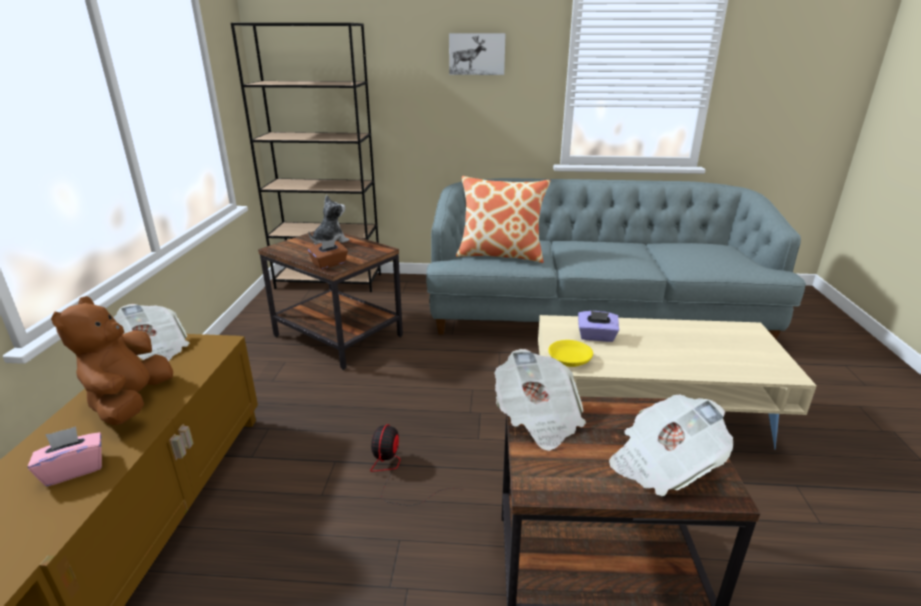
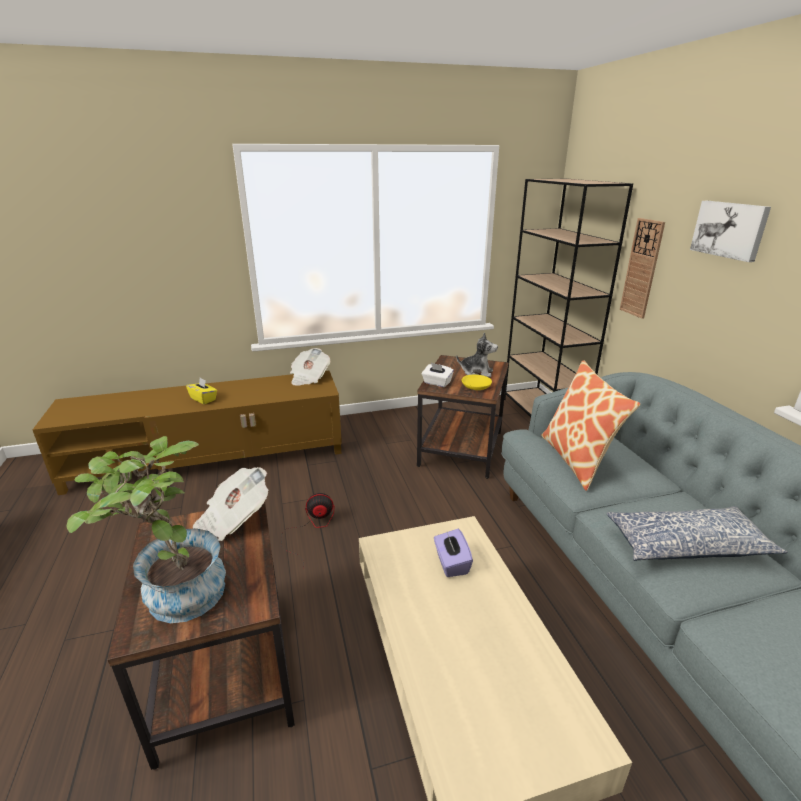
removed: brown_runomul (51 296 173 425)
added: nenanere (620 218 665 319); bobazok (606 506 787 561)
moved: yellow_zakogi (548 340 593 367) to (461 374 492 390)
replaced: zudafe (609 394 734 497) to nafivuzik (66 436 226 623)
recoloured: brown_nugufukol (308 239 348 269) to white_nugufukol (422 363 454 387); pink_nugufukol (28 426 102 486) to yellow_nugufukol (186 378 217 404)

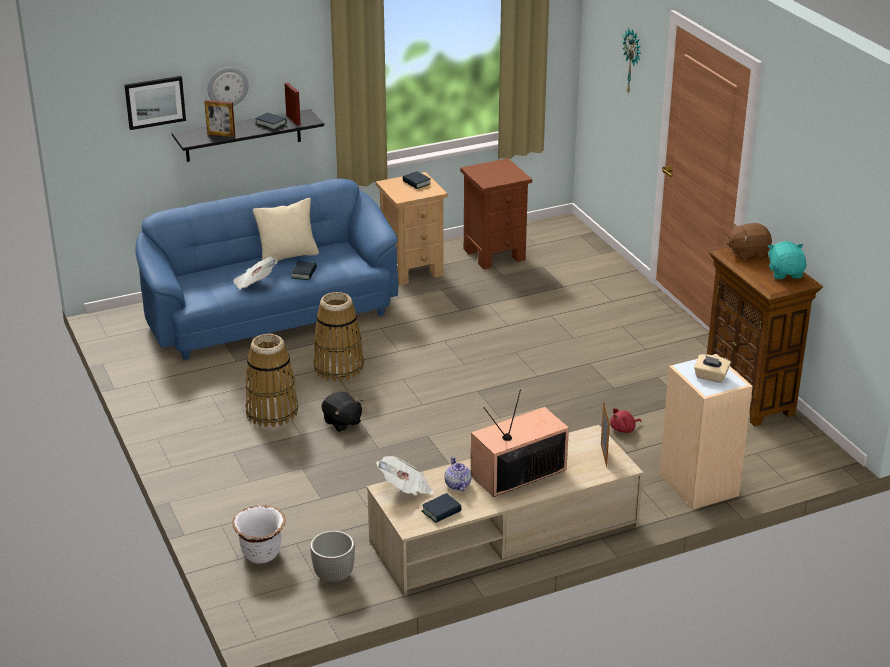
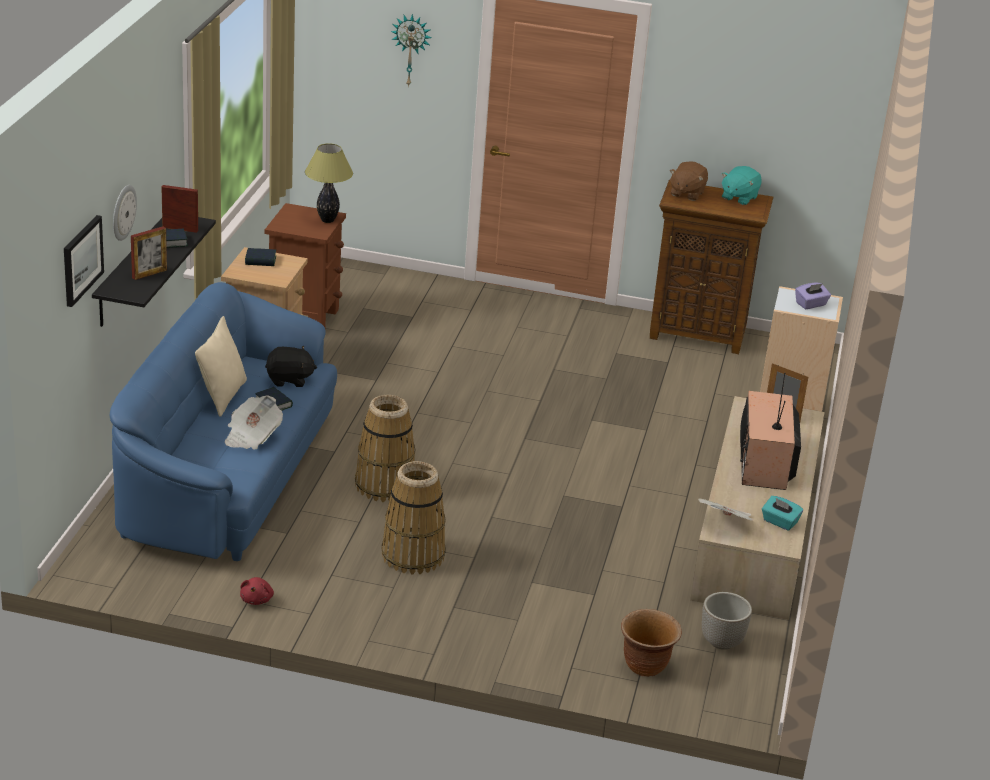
removed: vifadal (445 457 471 491)
added: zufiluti (305 143 353 223)
moved: black_runomul (321 392 363 432) to (265 346 317 387); red_runomul (610 408 641 433) to (240 577 274 605)
replaced: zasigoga (421 493 462 523) to turquoise_nugufukol (762 496 803 531)
recoloured: beige_nugufukol (694 354 731 383) to purple_nugufukol (795 282 831 309); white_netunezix (232 505 286 564) to brown_netunezix (621 609 682 677)
turned: turquoise_runomul (768 241 806 279) = (722 166 762 205) 90 degrees counterclockwise

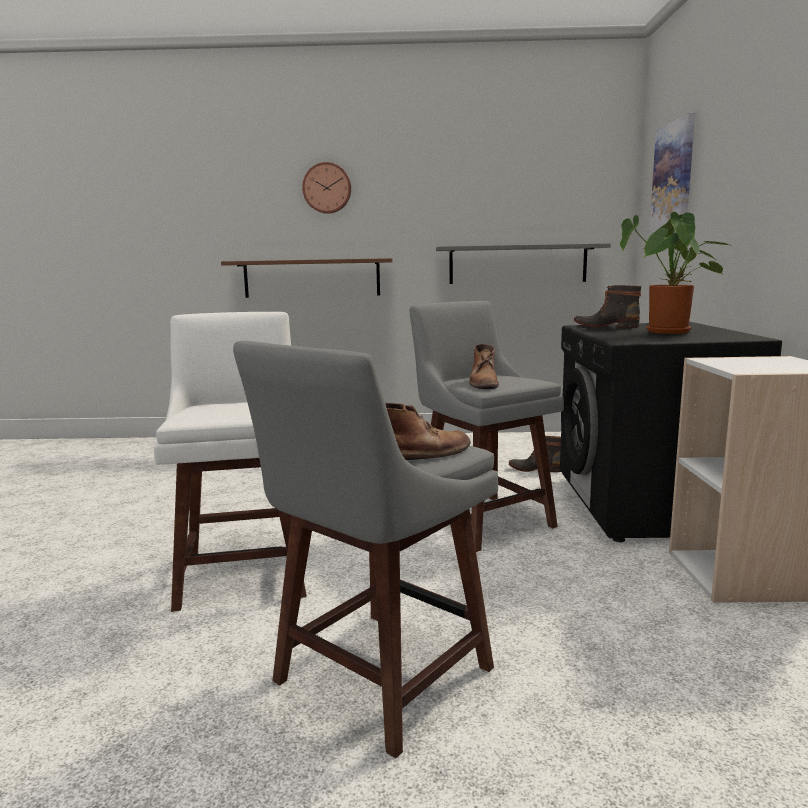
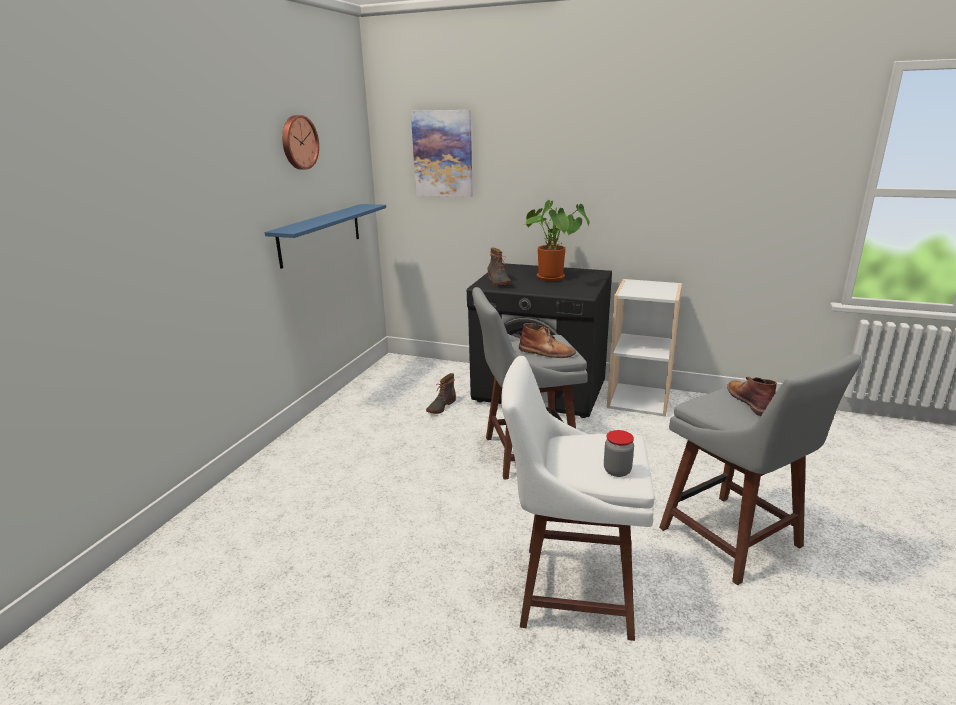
removed: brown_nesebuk (221 258 393 298)
added: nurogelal (604 430 634 477)
moved: nenanere (302 162 351 214) to (282 115 319 170)
recoloured: grey_nesebuk (436 243 611 284) to blue_nesebuk (265 204 386 269)
turned: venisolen (574 285 641 328) = (488 248 513 285) 60 degrees counterclockwise

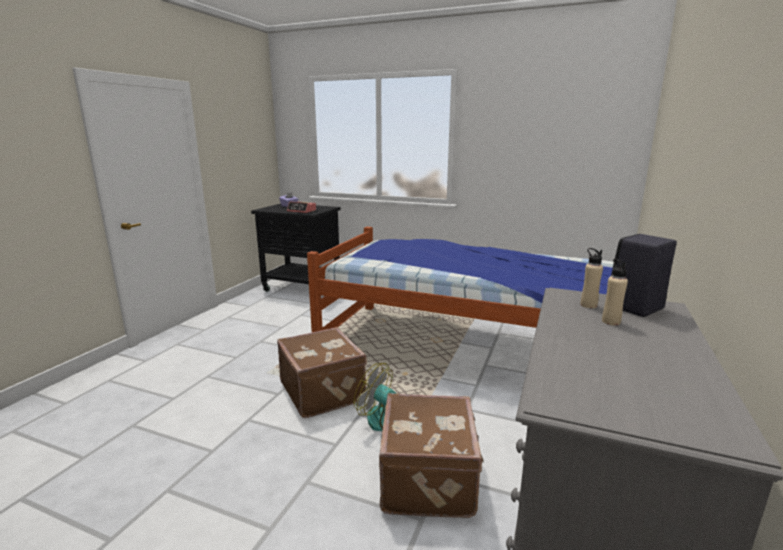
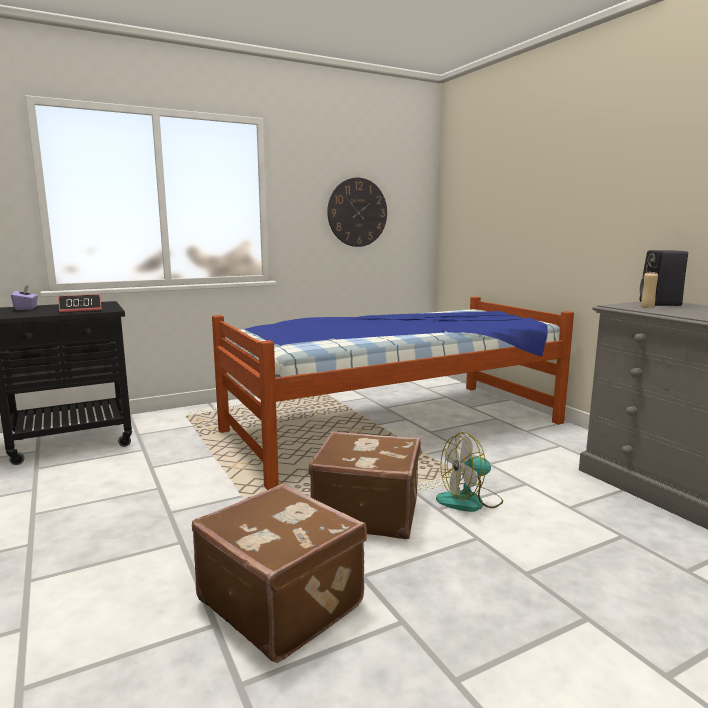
removed: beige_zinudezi (602 259 628 325)
added: nenanere (327 178 387 247)
moved: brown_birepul (379 393 484 518) to (192 483 367 663)

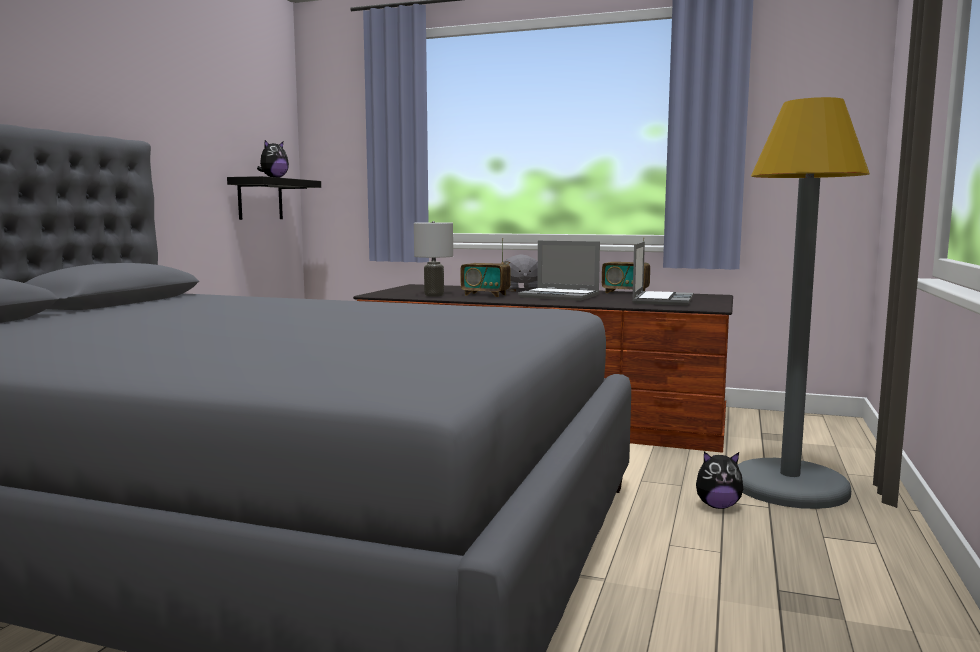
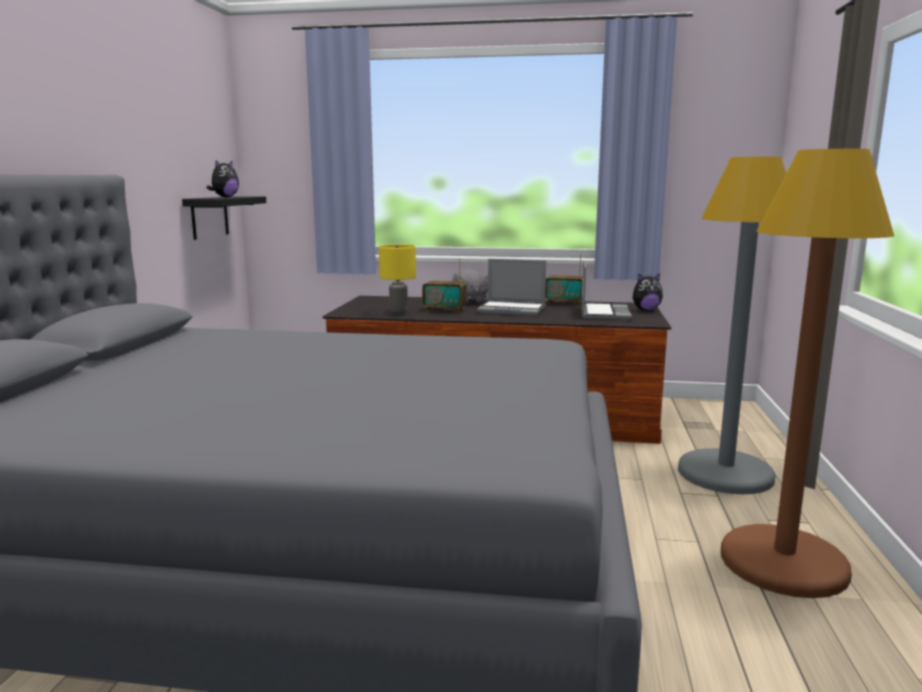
added: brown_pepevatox (721 149 894 598)
moved: runomul (696 452 743 509) to (633 273 663 311)
recoloured: white_zufiluti (414 221 453 297) to yellow_zufiluti (379 244 416 315)

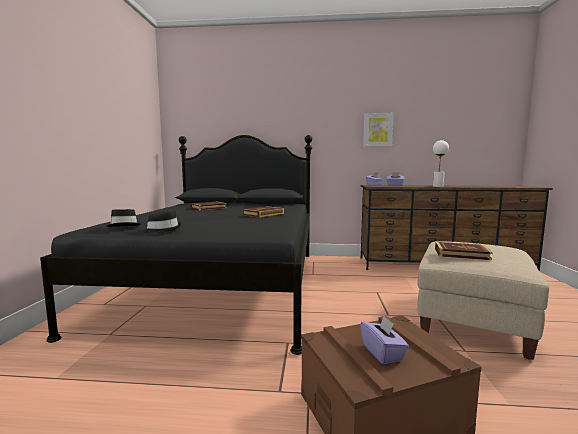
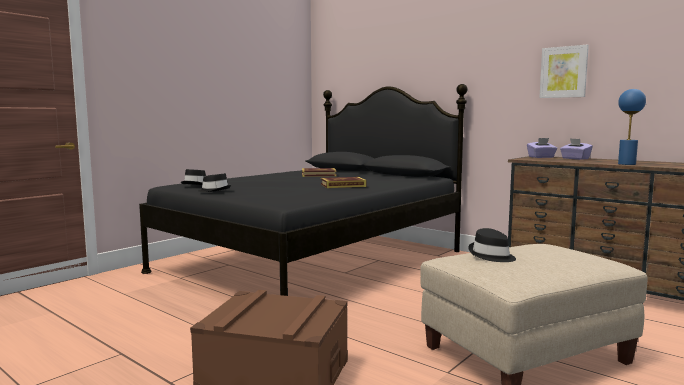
removed: purple_nugufukol (360 316 409 364)
replaced: zasigoga (435 242 493 260) to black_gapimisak (468 228 516 262)
recoloured: white_zufiluti (433 140 449 187) to blue_zufiluti (618 89 646 165)

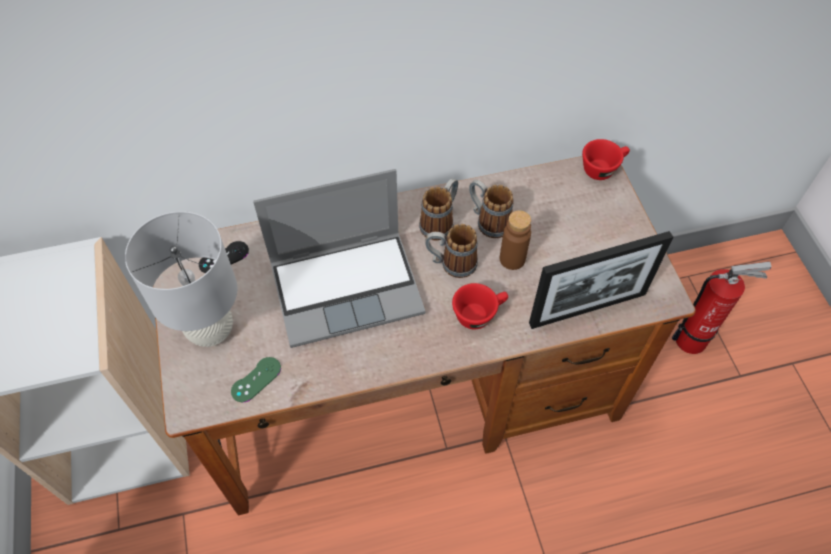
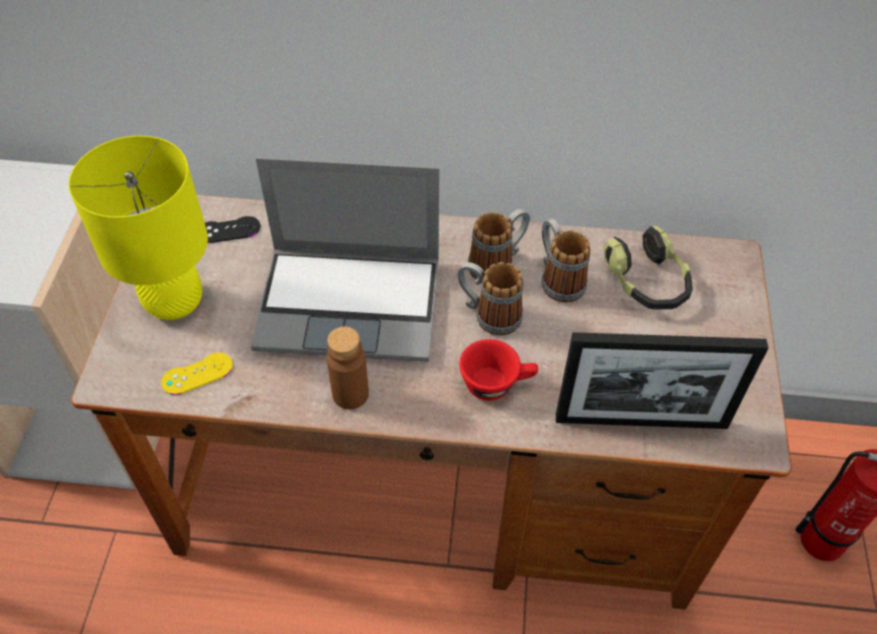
removed: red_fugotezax (582 139 630 180)
added: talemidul (604 226 693 310)
moved: brown_zinudezi (500 210 531 270) to (327 327 369 409)
recoloured: grey_zufiluti (125 211 237 347) to yellow_zufiluti (69 136 208 320); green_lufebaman (231 357 281 403) to yellow_lufebaman (161 353 233 395)

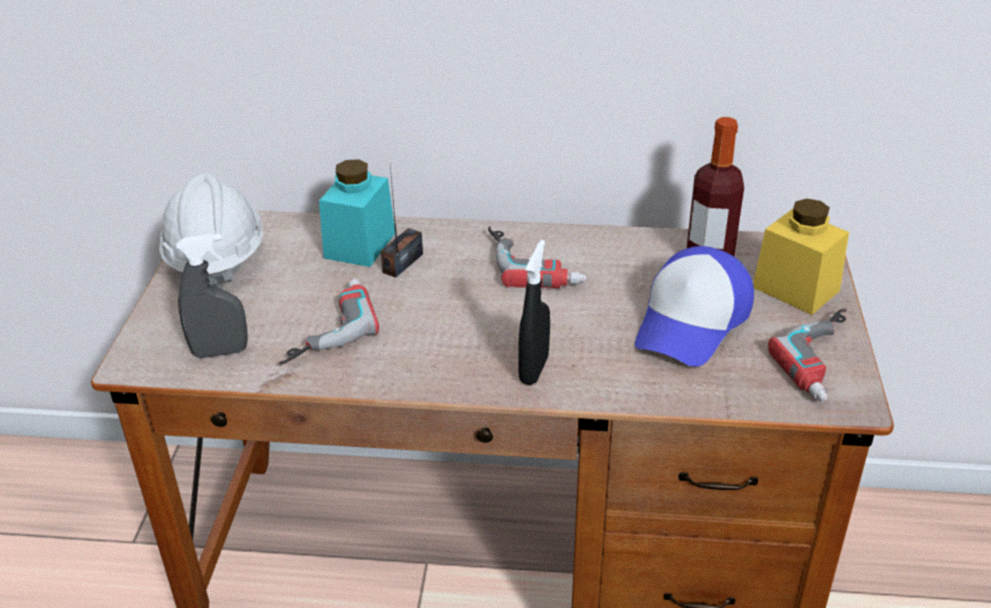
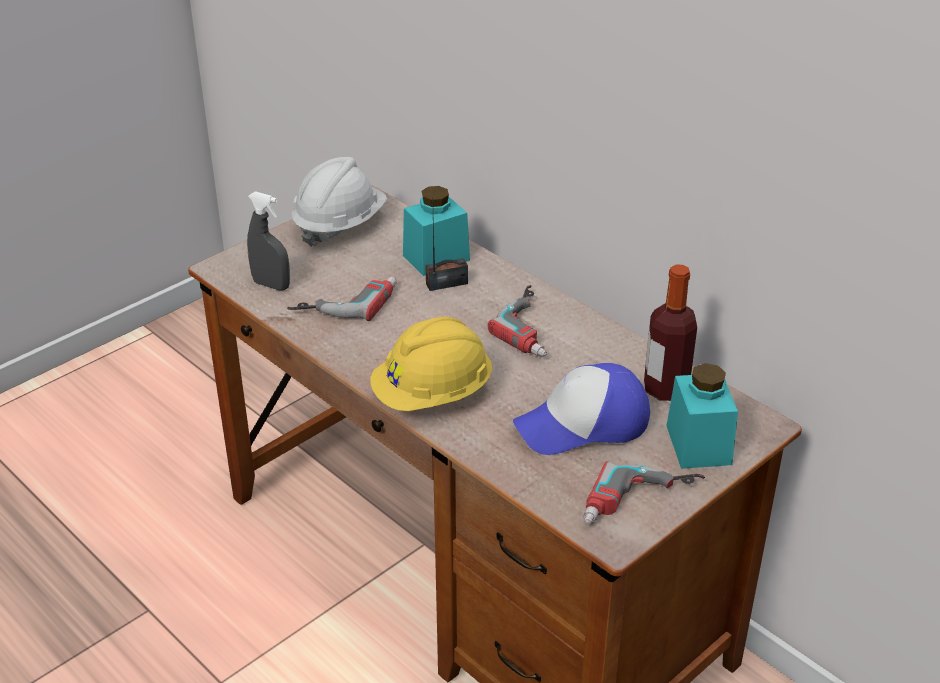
replaced: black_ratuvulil (519 240 550 385) to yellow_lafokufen (370 317 492 411)
recoloured: yellow_nurogelal (753 199 849 315) to turquoise_nurogelal (666 363 738 469)

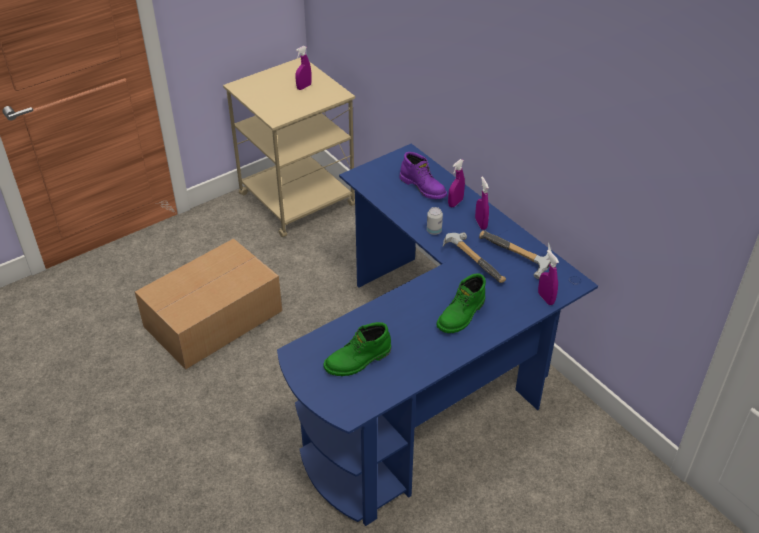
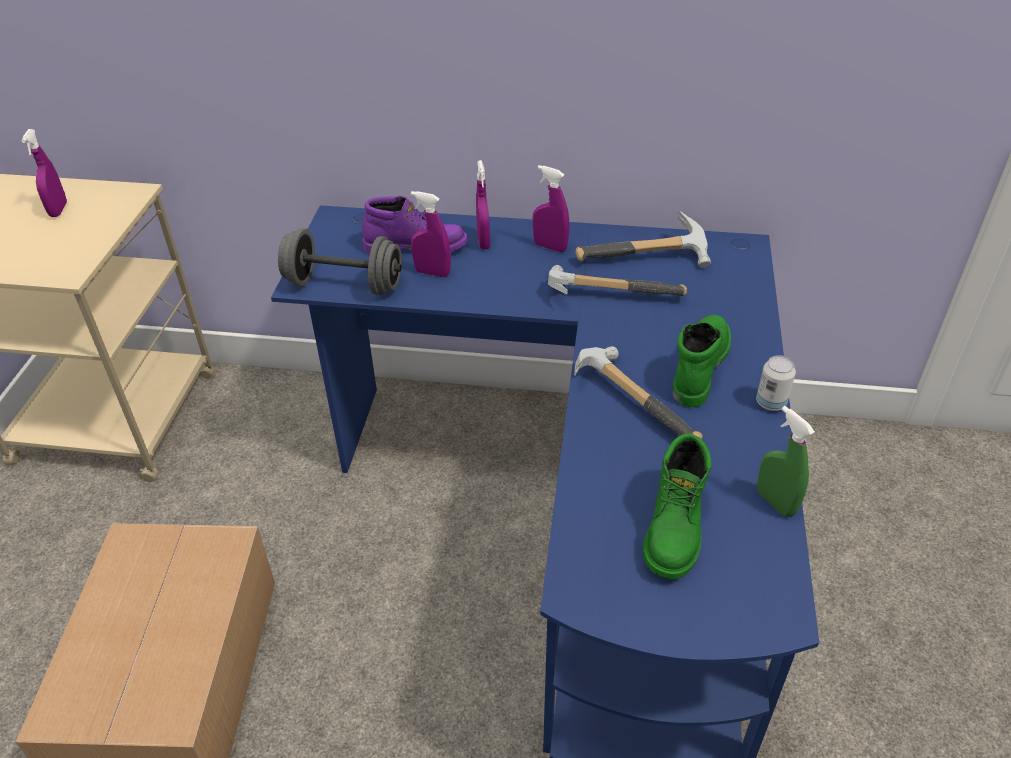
added: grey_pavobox (278 228 402 295); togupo (574 346 703 439); green_ratuvulil (757 406 815 517)
moved: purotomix (427 207 443 235) to (756 355 796 411); purple_ratuvulil (538 250 559 305) to (411 191 451 277)
turned: green_venisolen (436 273 486 333) = (673 315 731 407) 150 degrees counterclockwise

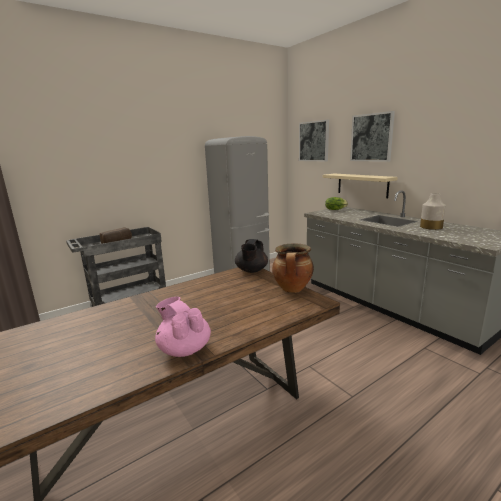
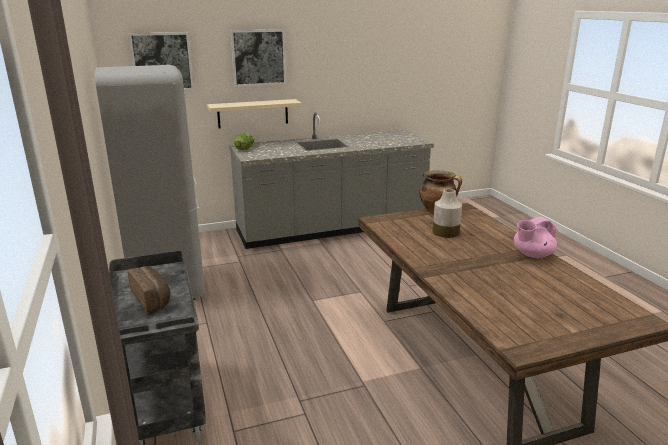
removed: black_vifadal (235 239 268 273)
moved: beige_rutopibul (420 193 446 230) to (433 189 462 238)

